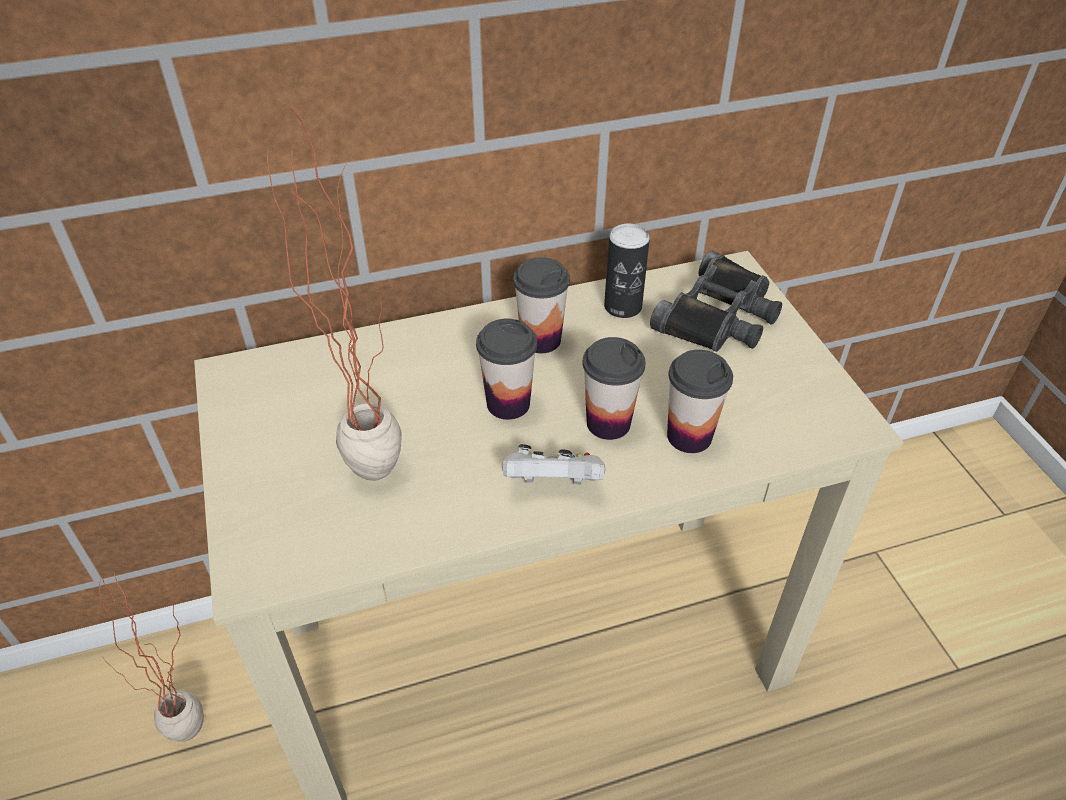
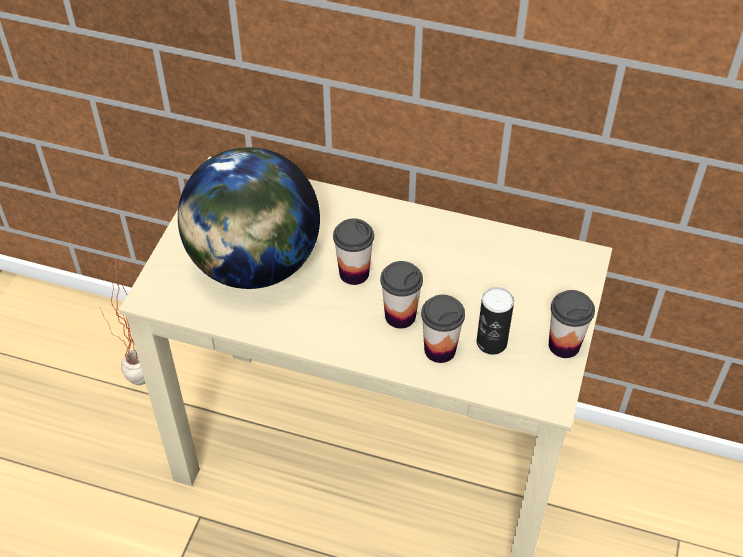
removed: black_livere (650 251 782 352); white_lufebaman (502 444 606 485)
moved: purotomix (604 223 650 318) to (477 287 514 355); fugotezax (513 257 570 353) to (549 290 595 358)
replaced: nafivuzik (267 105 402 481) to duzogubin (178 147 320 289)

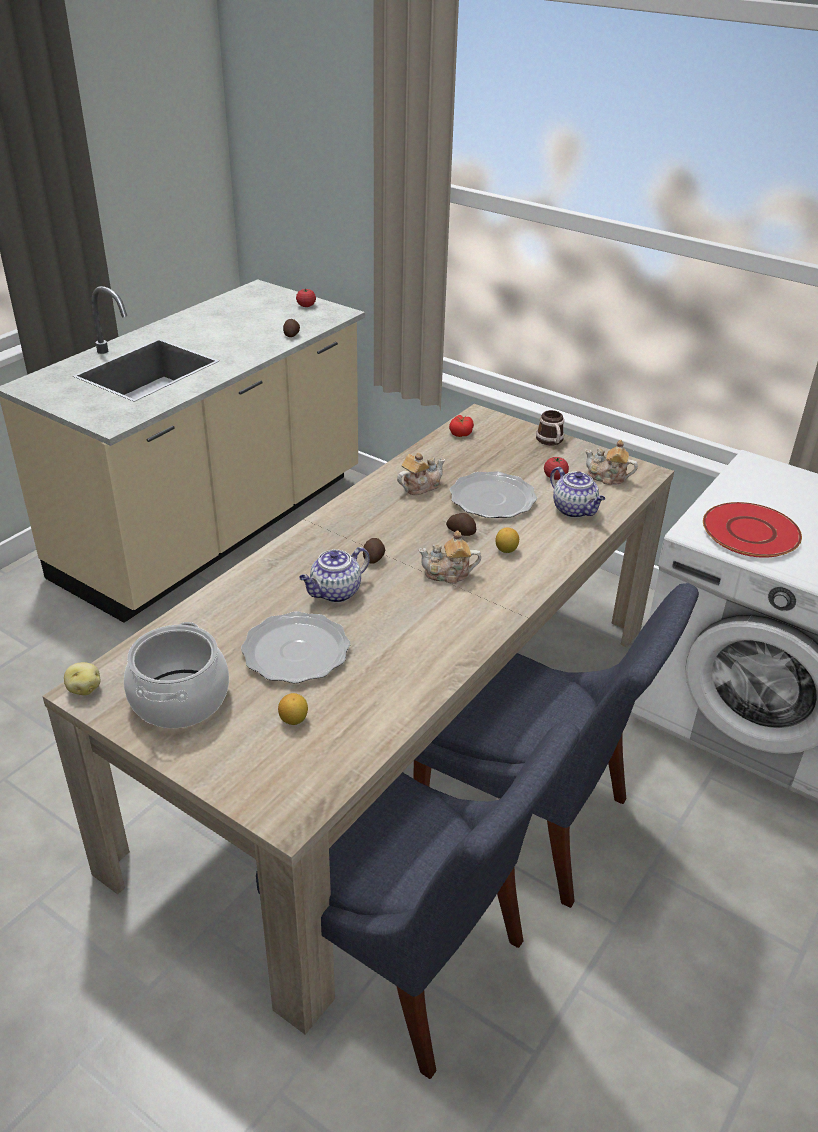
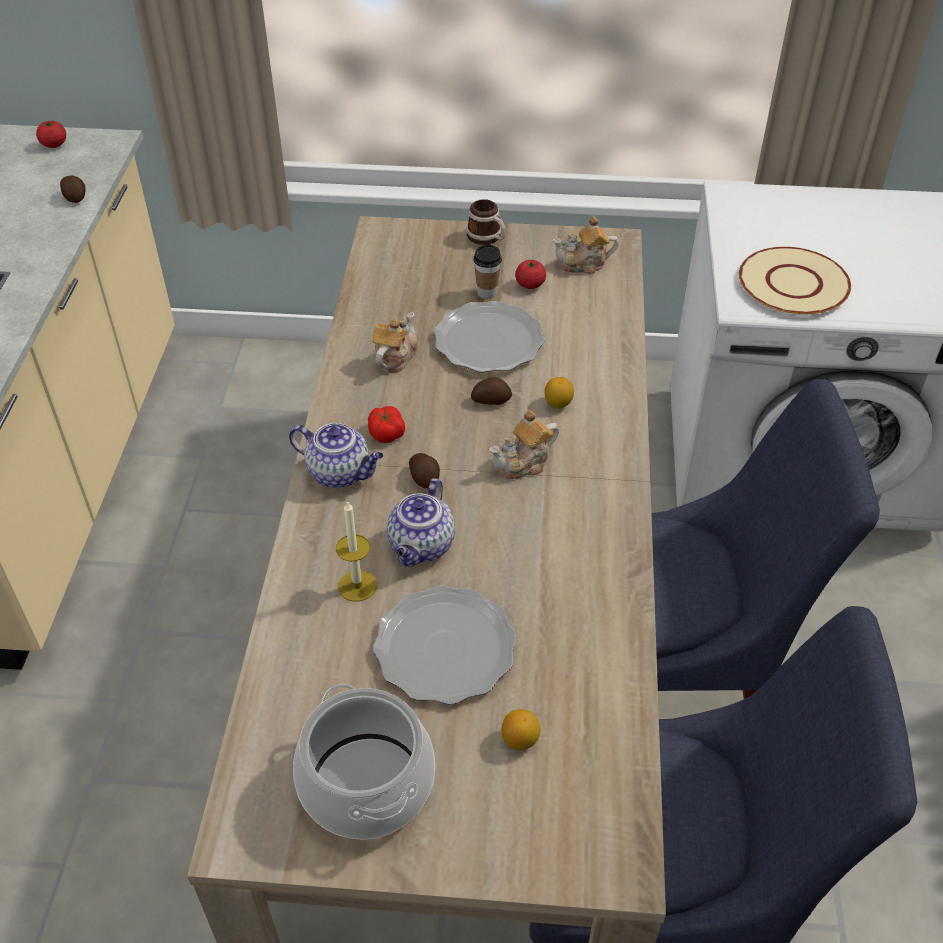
removed: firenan (64 662 100 696)
added: fugotezax (473 244 502 299); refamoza (336 500 377 602)
moved: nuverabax (449 415 474 437) to (368 406 405 443); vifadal (550 467 605 518) to (289 423 384 488)
recoloured: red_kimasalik (703 502 802 558) to beige_kimasalik (739 247 851 315)

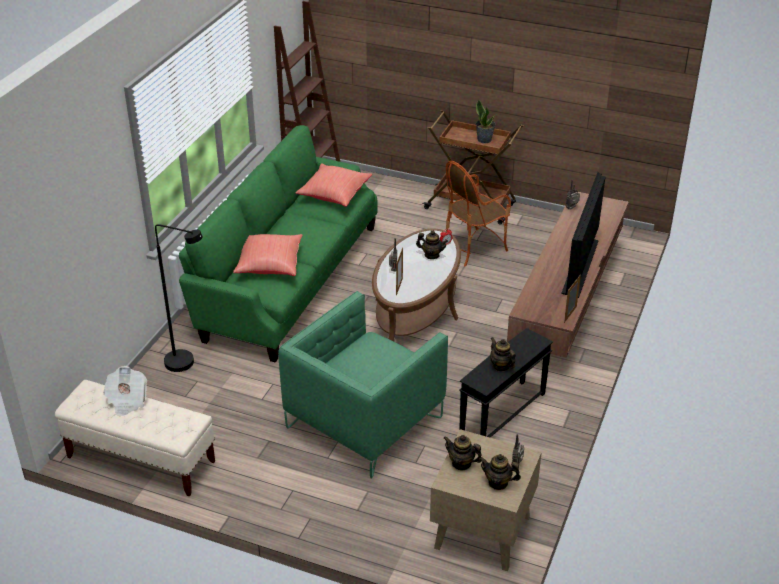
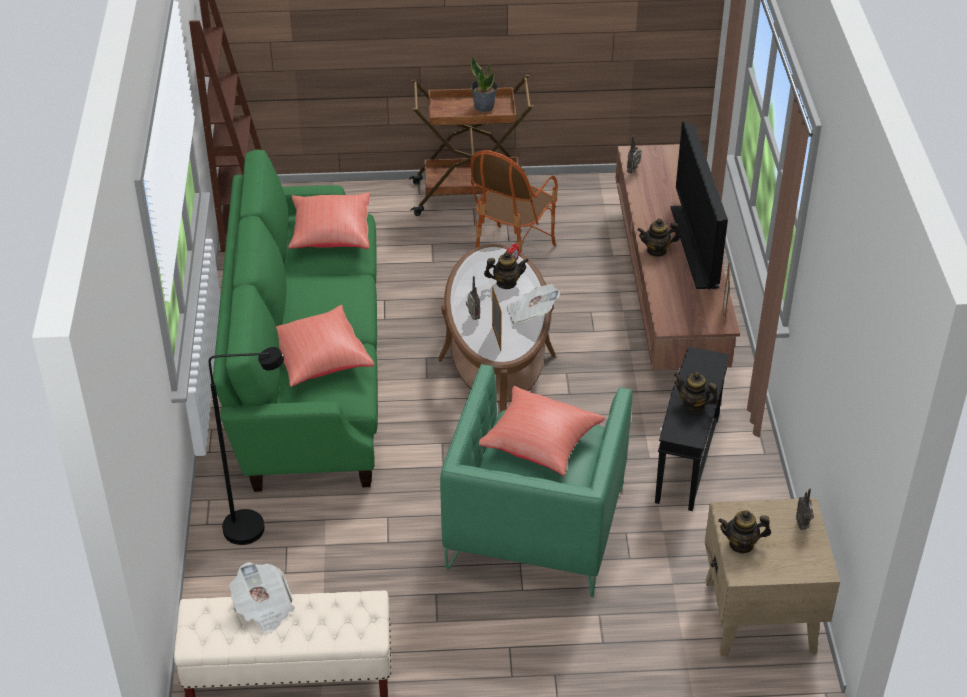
added: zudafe (506 284 560 324); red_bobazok (479 386 605 476)
moved: vifadal (479 454 521 490) to (637 219 680 257)

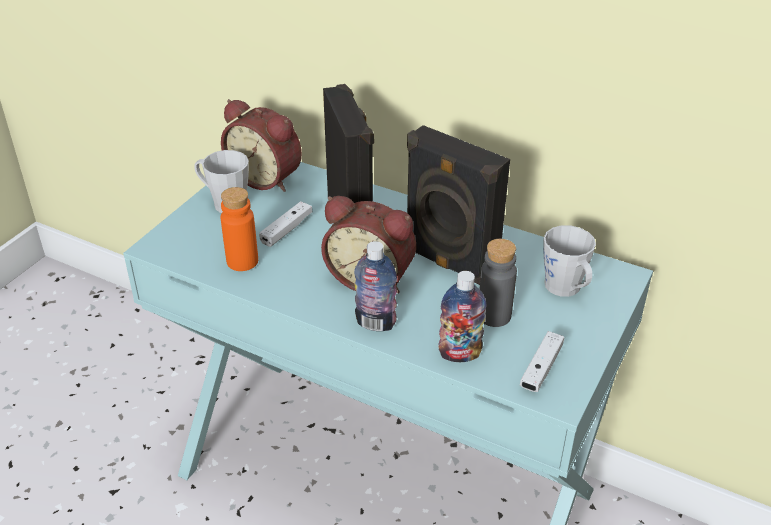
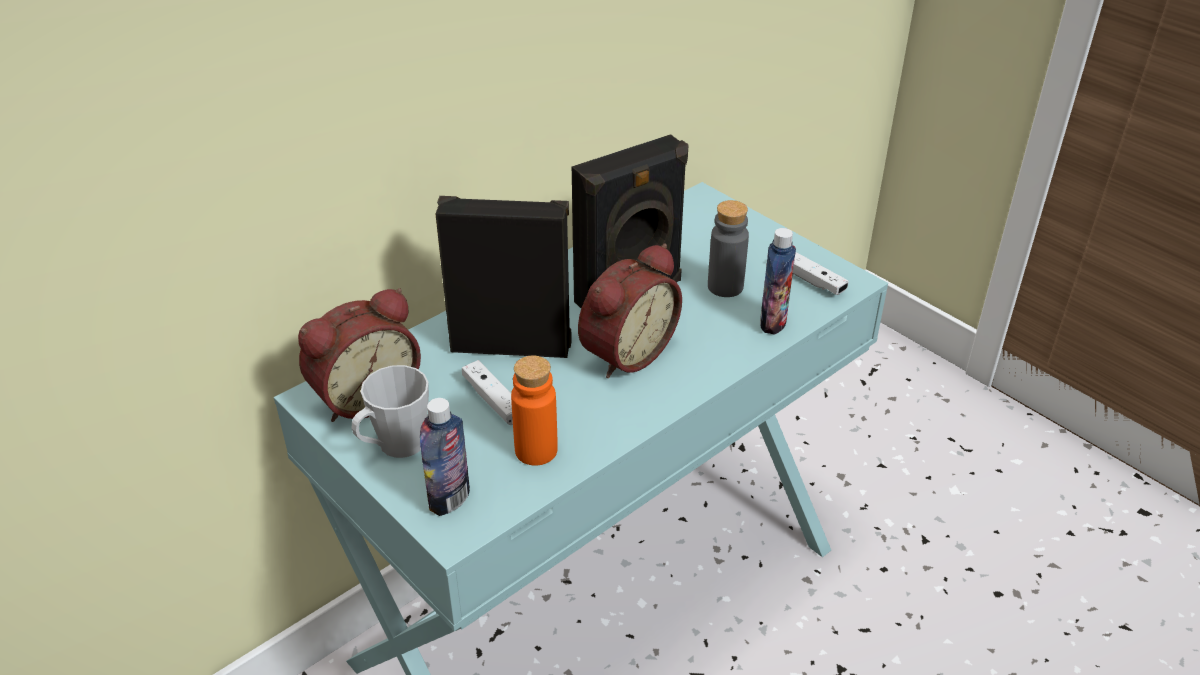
removed: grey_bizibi (543 225 596 297)
moved: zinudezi (354 241 397 331) to (420 398 470 516)

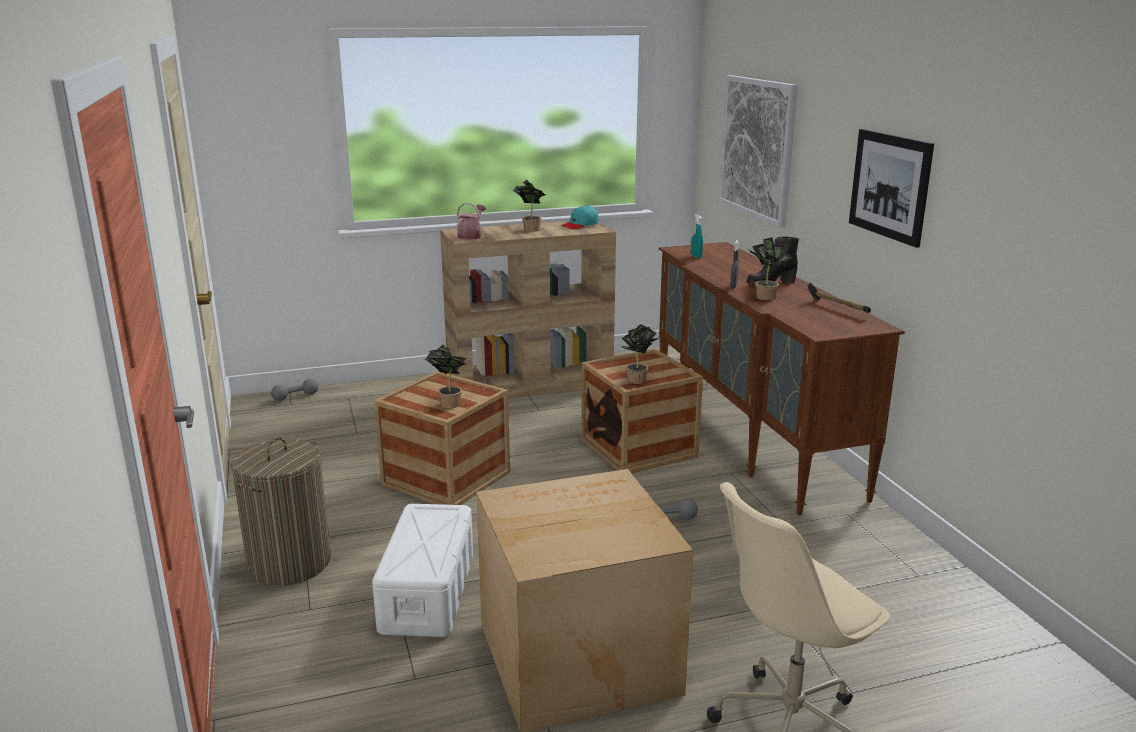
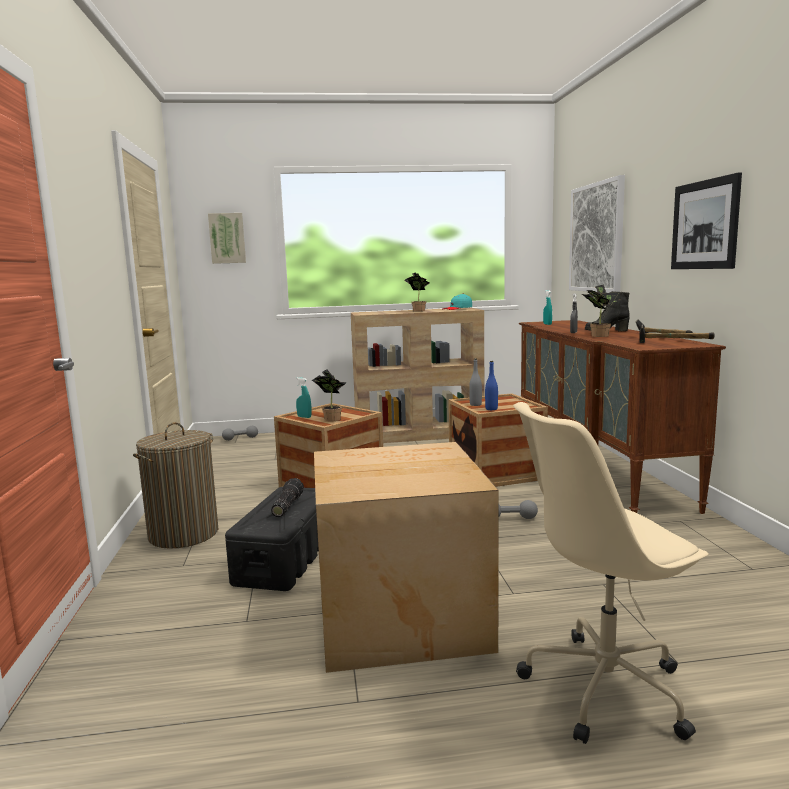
removed: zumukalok (457 203 486 240)
added: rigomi (208 213 246 264); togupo (639 325 715 343); grey_zinudezi (469 358 482 406); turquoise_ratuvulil (296 377 312 418); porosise (271 478 304 517)
replaced: nafivuzik (621 324 659 384) to blue_zinudezi (485 361 498 410)
recoloured: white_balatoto (372 504 473 637) to black_balatoto (225 487 319 591)

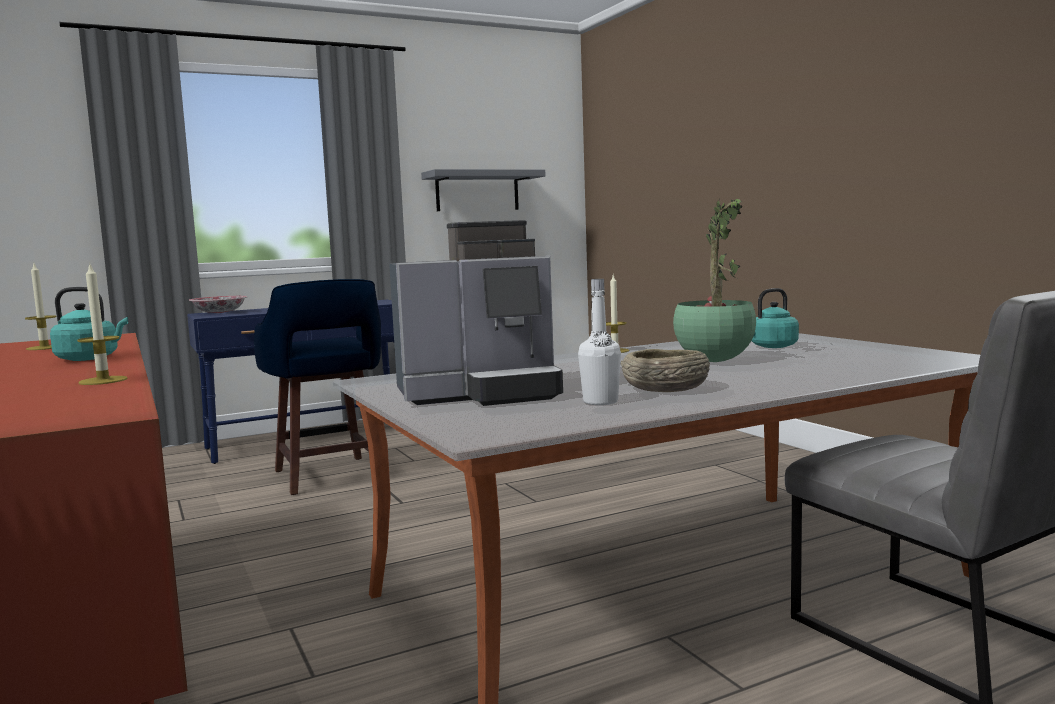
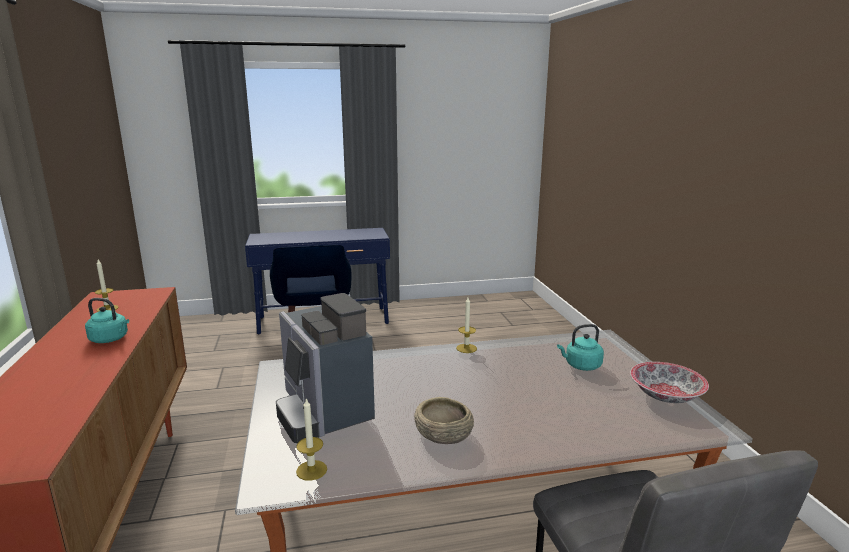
removed: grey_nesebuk (421 169 546 211); nafivuzik (673 198 756 362); white_zinudezi (578 279 621 405)
moved: refamoza (77 265 128 385) to (296 398 327 481); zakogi (189 296 248 313) to (630 362 709 403)
turned: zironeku (389 220 563 406) = (276 293 375 443) 60 degrees clockwise

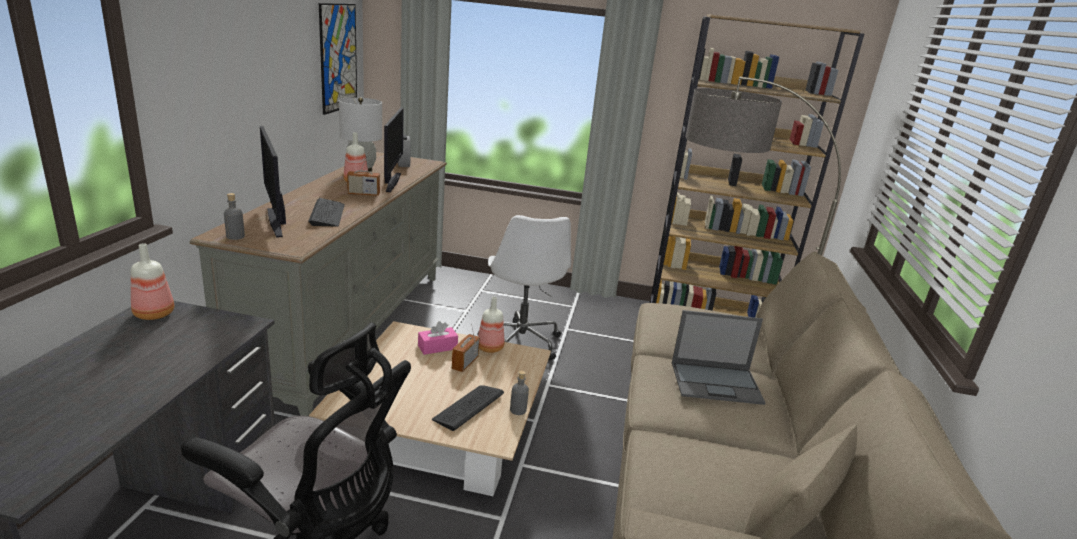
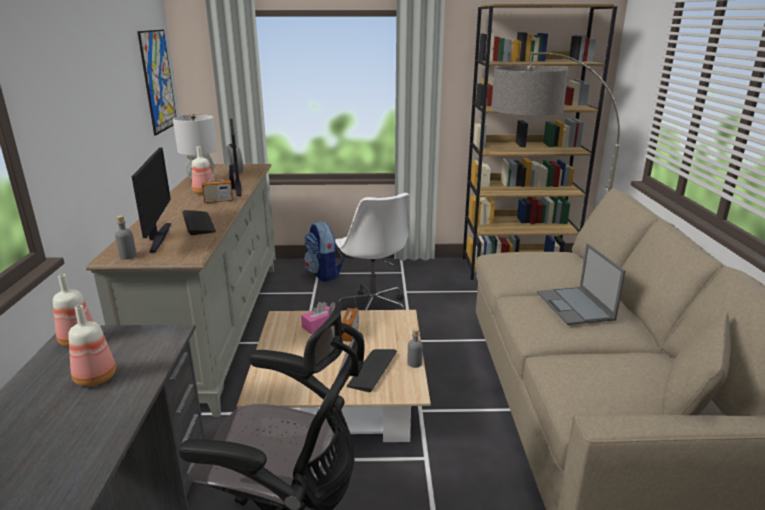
added: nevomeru (304 221 344 282)
moved: zinudezi (478 297 505 353) to (68 305 116 387)
turned: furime (260 126 286 238) = (132 147 171 253) 150 degrees counterclockwise; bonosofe (672 310 766 405) = (537 244 625 325) 90 degrees clockwise

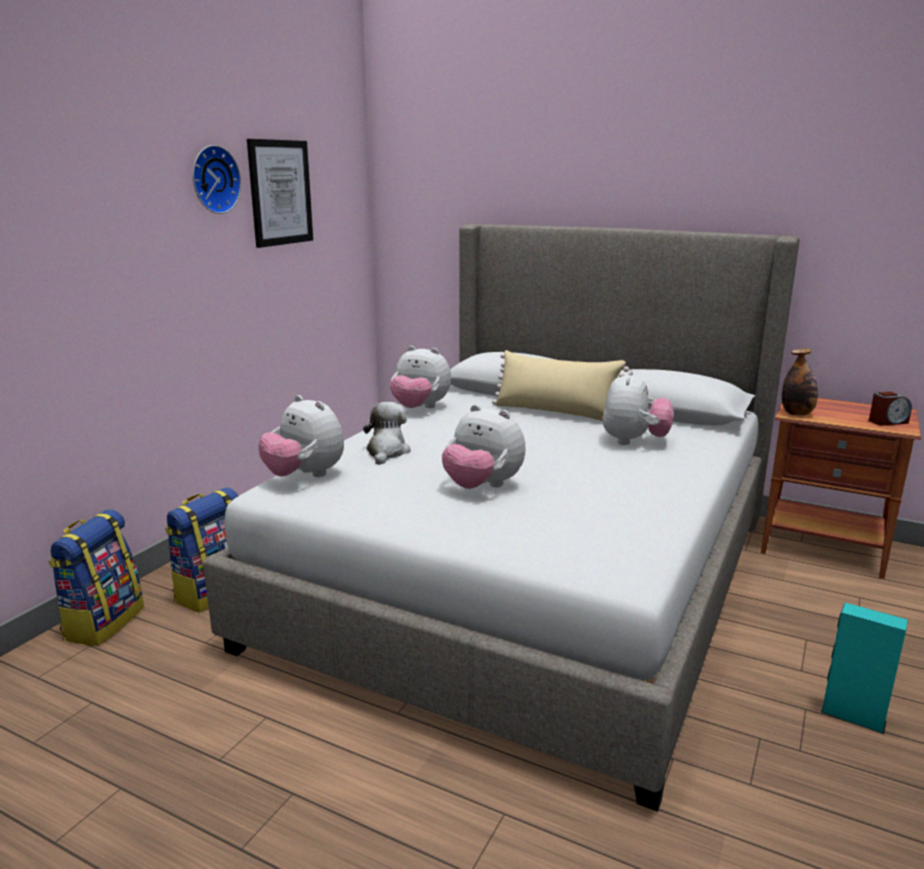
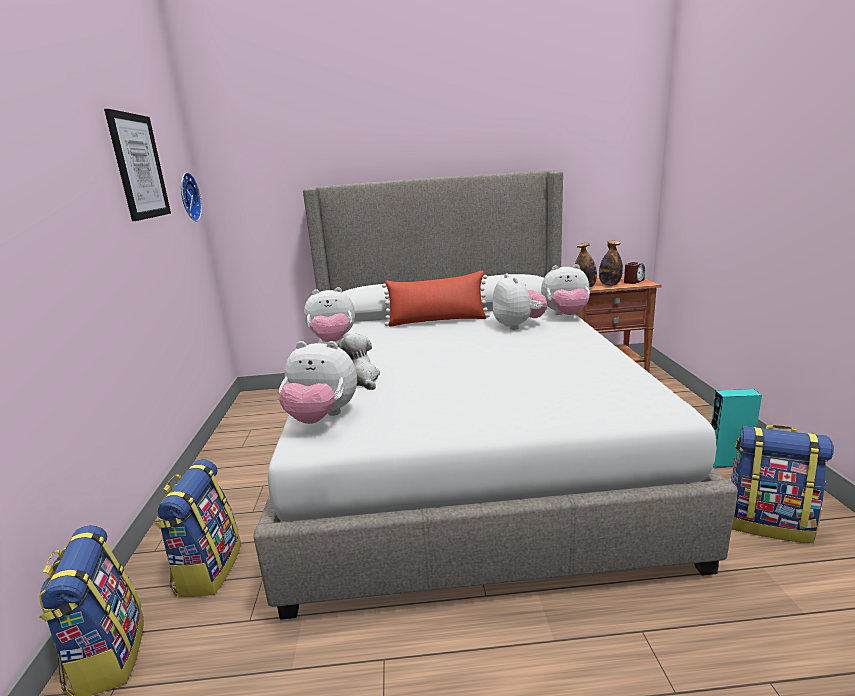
added: zinudezi (599 241 623 286); nevomeru (730 425 834 543)
moved: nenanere (193 145 241 214) to (181 172 202 221); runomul (442 404 525 489) to (541 264 590 315)
recoloured: beige_bobazok (492 350 629 421) to red_bobazok (382 271 490 327)

